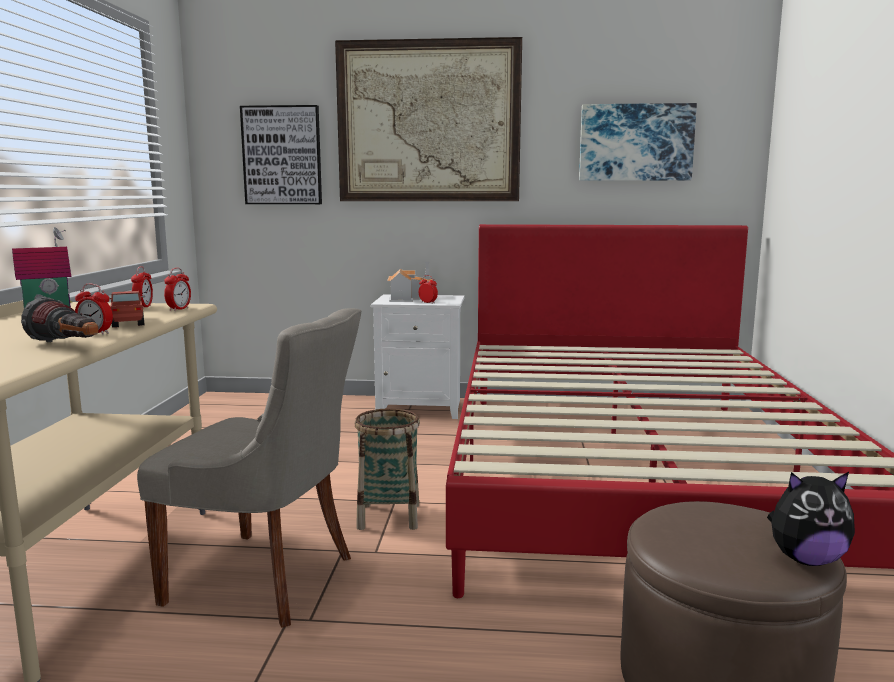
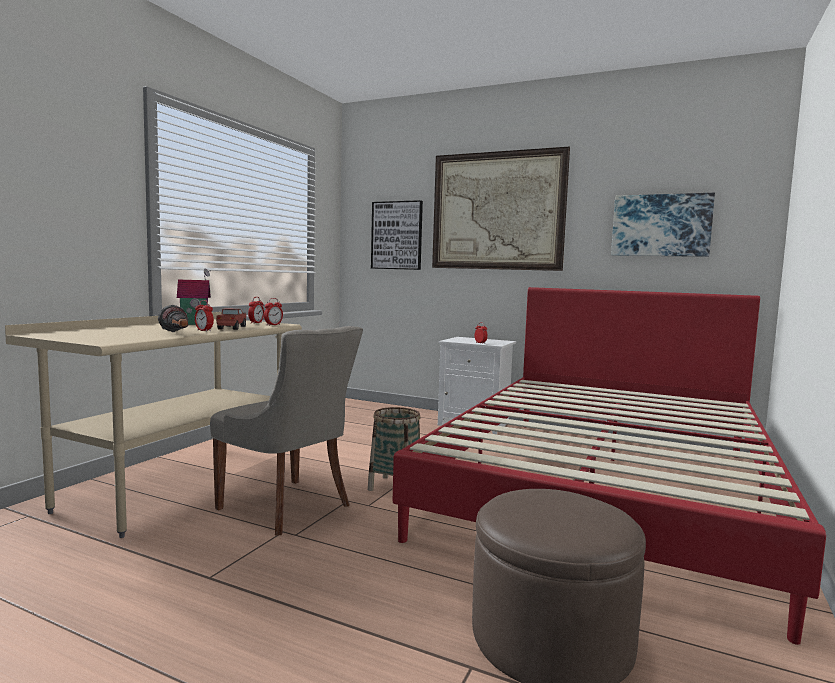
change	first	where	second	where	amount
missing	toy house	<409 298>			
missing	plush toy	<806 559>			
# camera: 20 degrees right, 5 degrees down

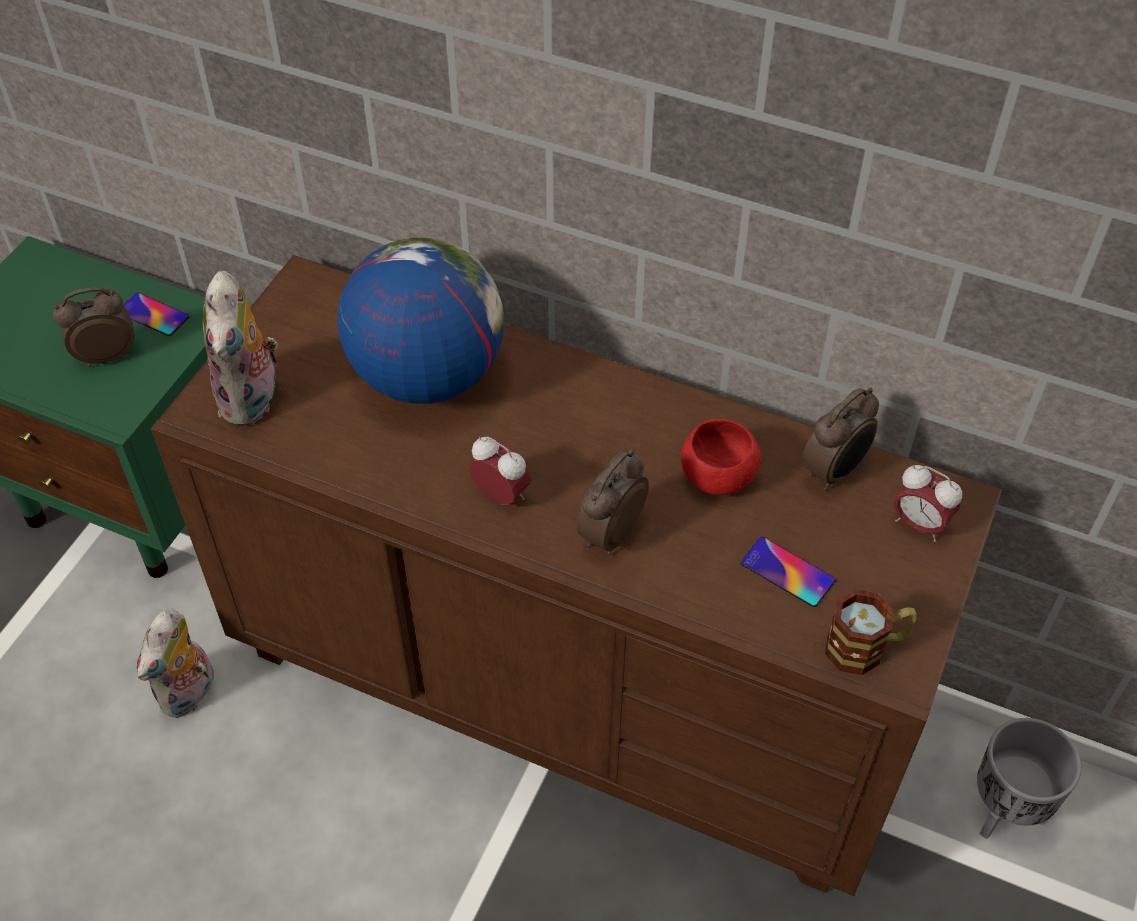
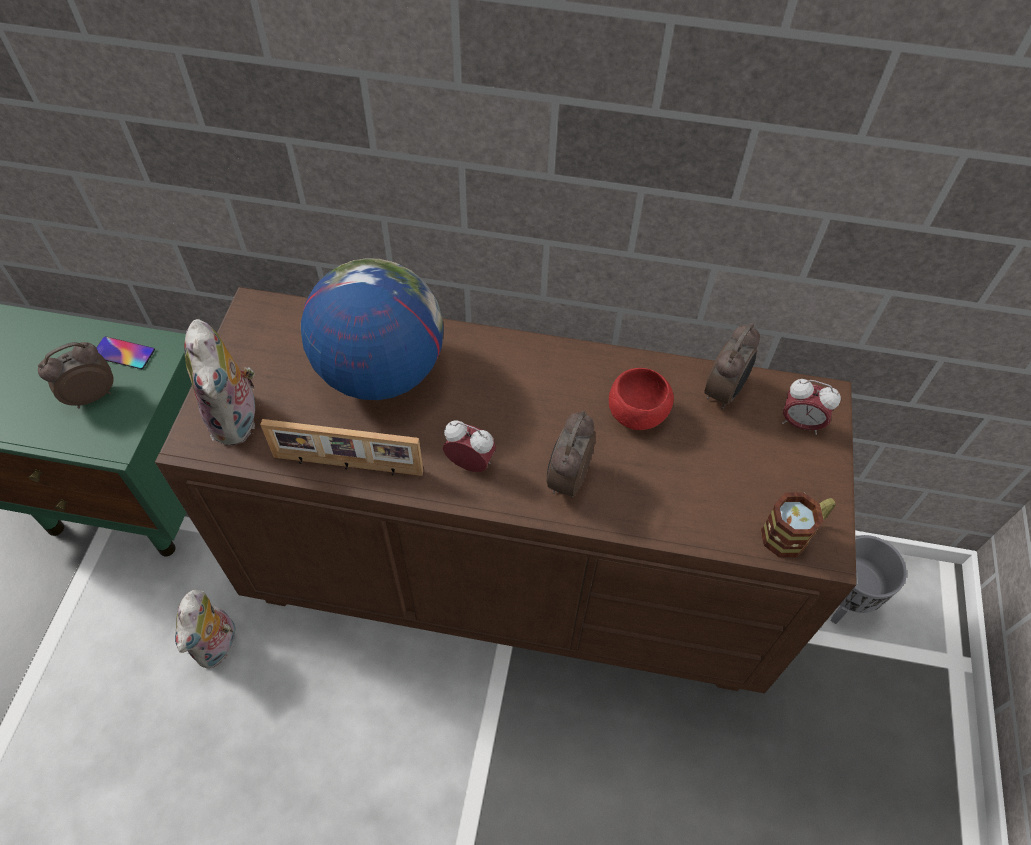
change	first	where	second	where	amount
appeared			picture frame	<347 466>	
missing	phone	<787 572>			
# camera: 15 degrees left, 5 degrees up

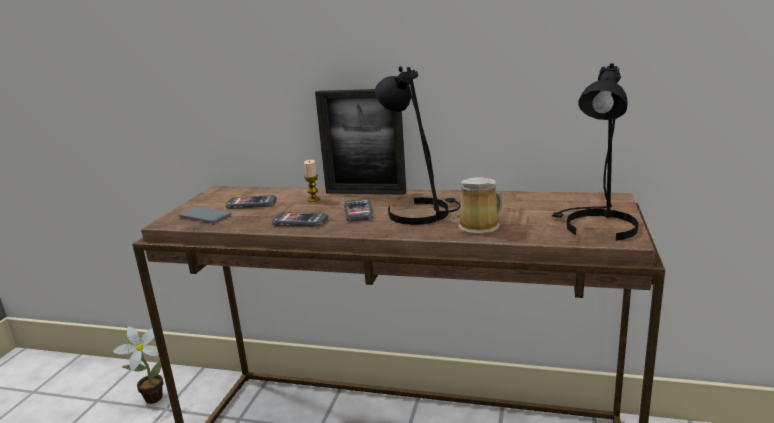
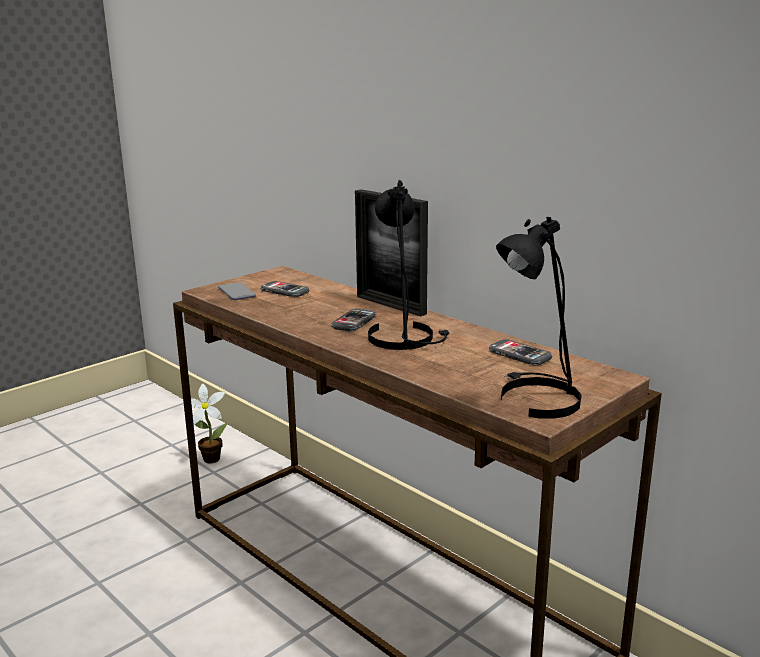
change	first	where	second	where	amount
relocated	phone	<300 221>		<519 354>	
missing	candle	<313 199>			
missing	mug	<481 226>			
# camera: 30 degrees right, 0 degrees up

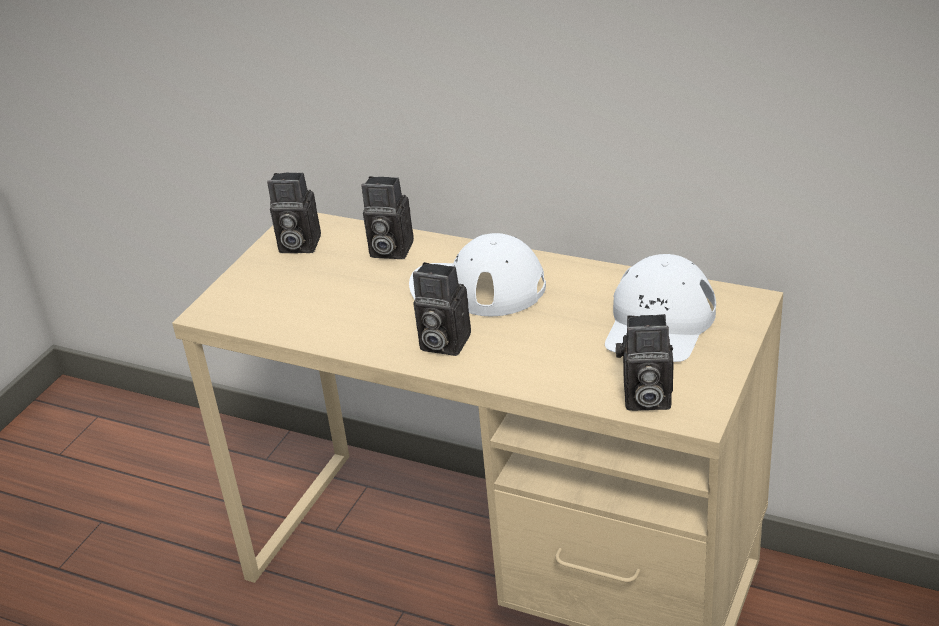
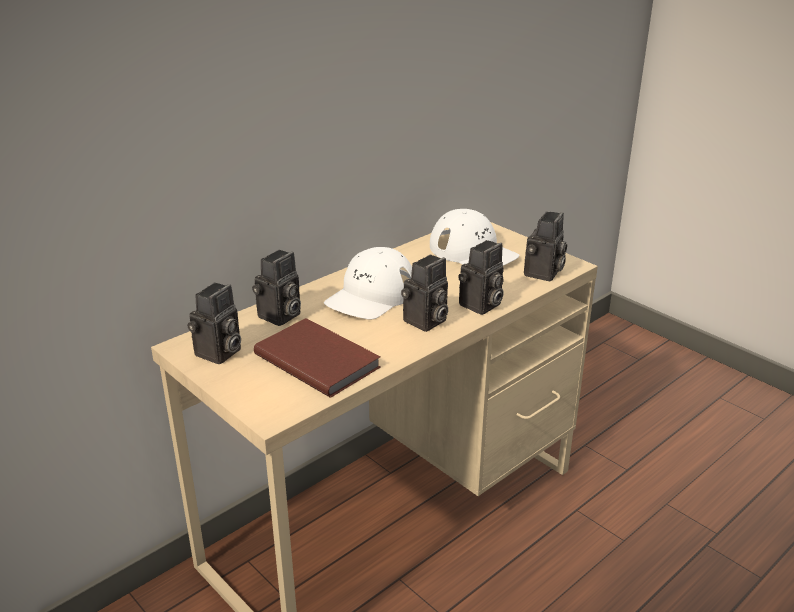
change	first	where	second	where	amount
appeared			brown book	<318 359>	
appeared			photo camera	<480 306>	
# camera: 70 degrees left, 5 degrees down

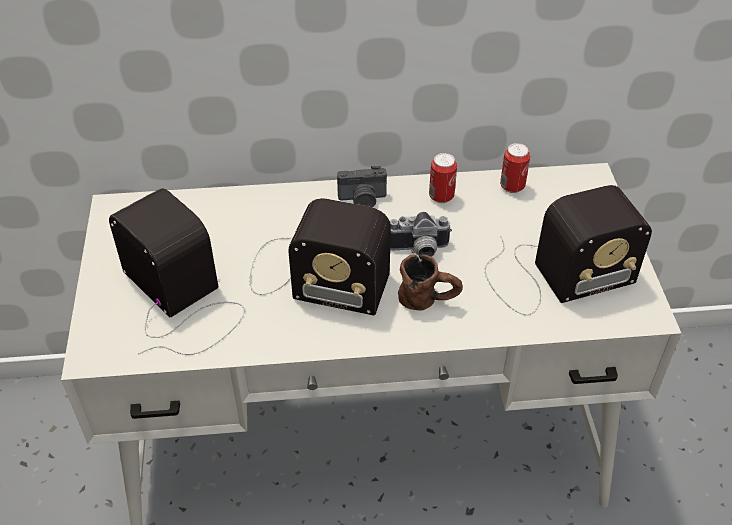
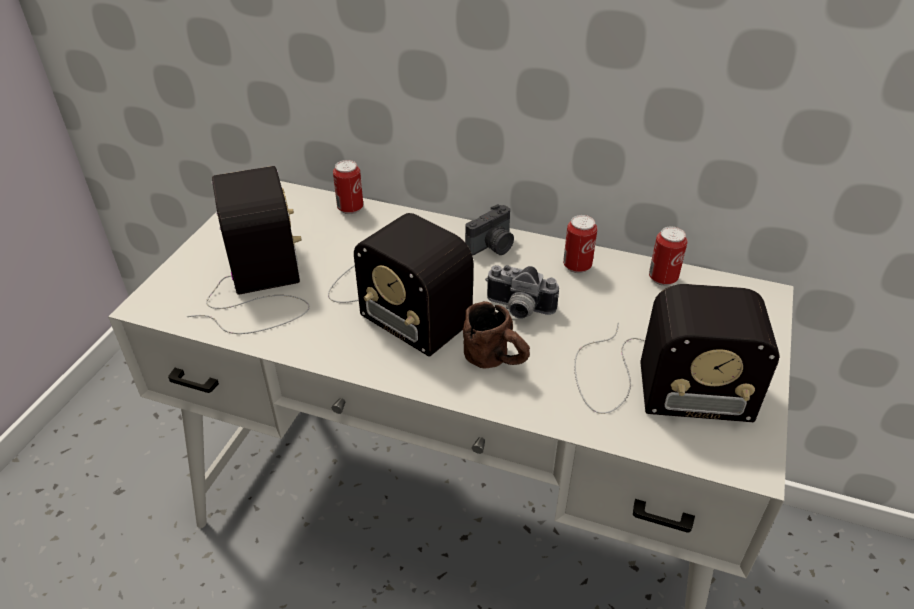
change	first	where	second	where	amount
appeared			can	<350 208>	
spun	photo camera	<362 200>		<492 247>	60 degrees counterclockwise
# camera: 25 degrees right, 5 degrees down

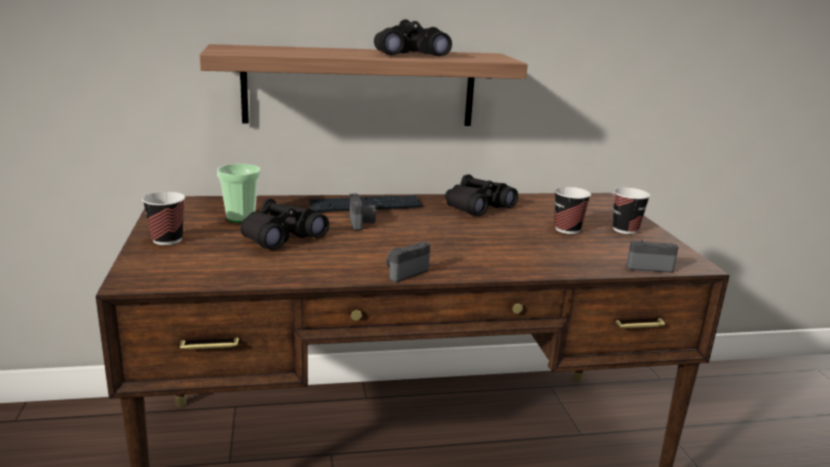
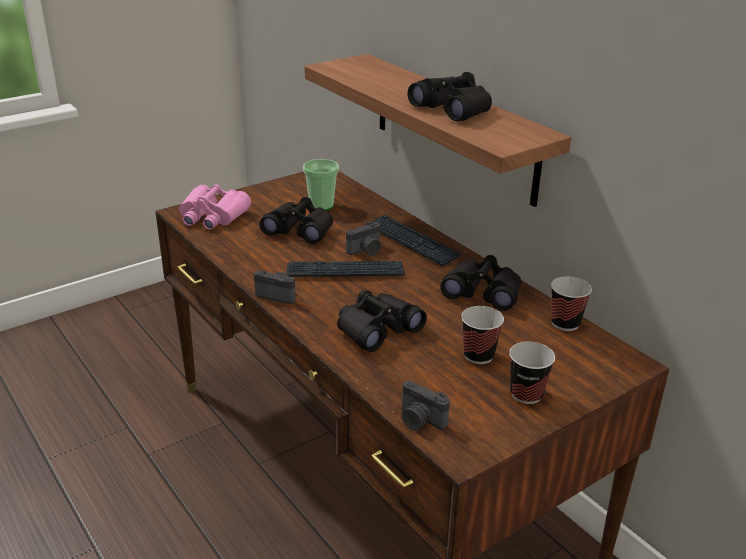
change	first	where	second	where	amount
appeared			pink binoculars	<212 216>	
appeared			keyboard	<345 271>	
appeared			black binoculars	<377 329>	
spun	photo camera	<647 266>		<419 421>	150 degrees clockwise
relocated	cup	<167 240>		<565 323>	
# camera: 65 degrees right, 10 degrees up

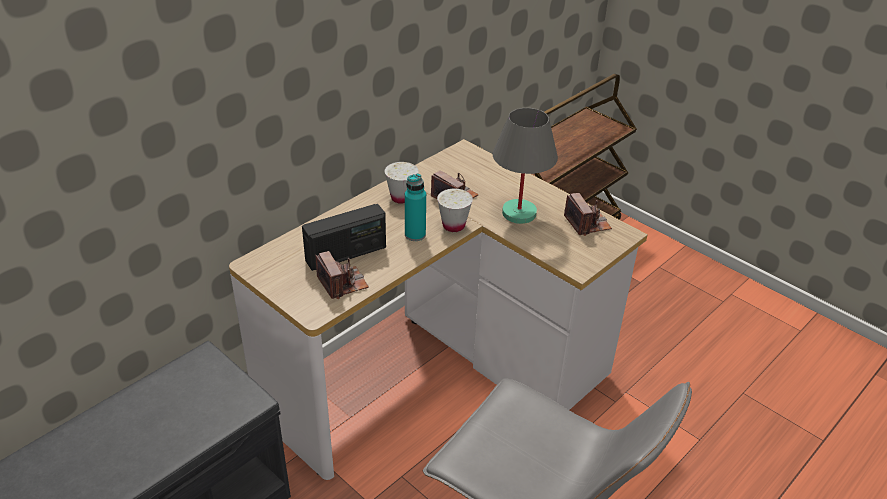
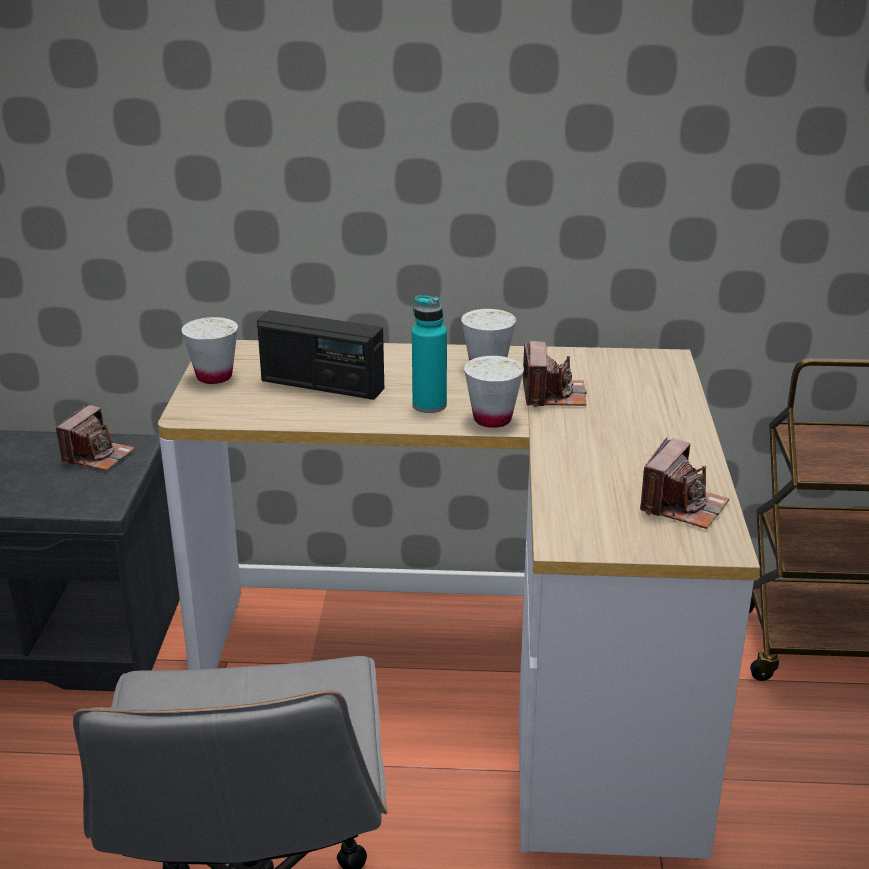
change	first	where	second	where	amount
relocated	photo camera	<342 283>		<98 456>	
appeared			white cup	<214 376>	
missing	grey table lamp	<520 213>			
# camera: 50 degrees right, 10 degrees down

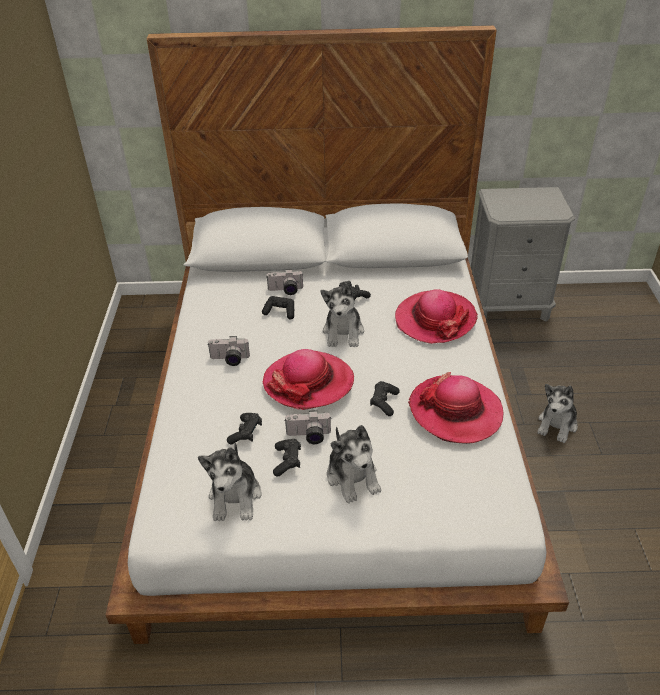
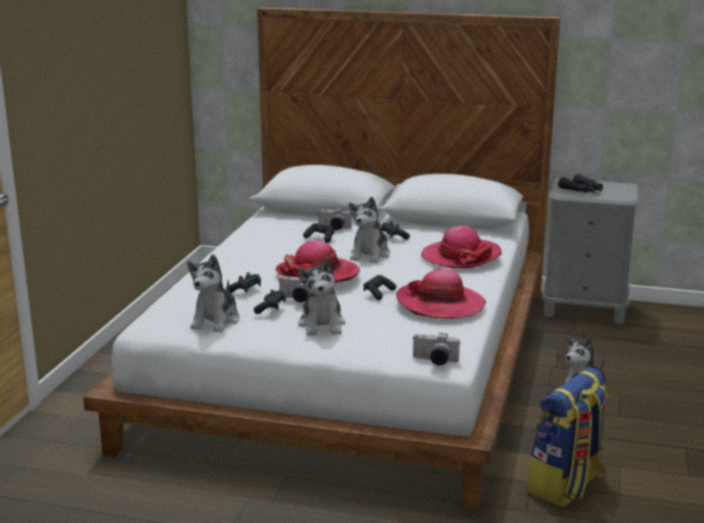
change	first	where	second	where	amount
relocated	photo camera	<229 360>		<434 361>	
appeared			backpack	<566 485>	
appeared			black binoculars	<582 191>	
# camera: 15 degrees right, 20 degrees down

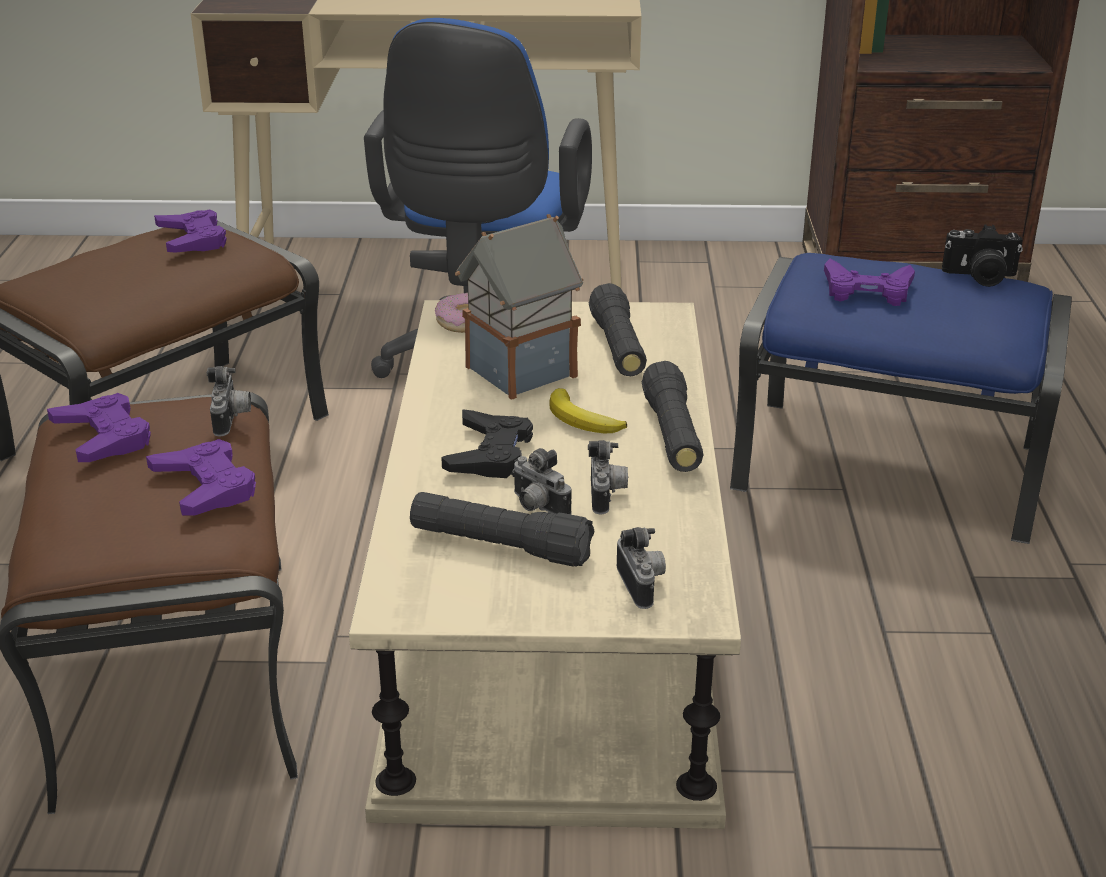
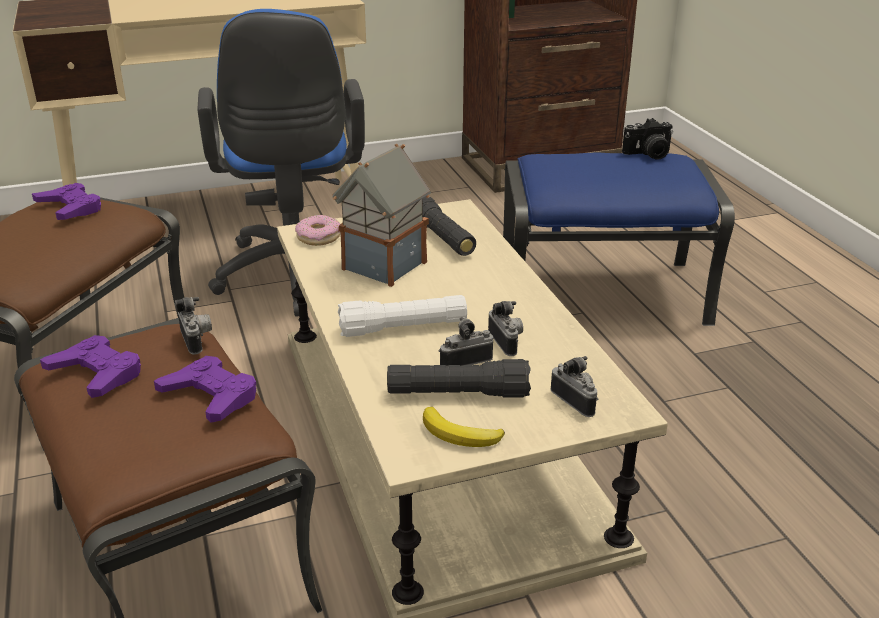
change	first	where	second	where	amount
exchanged	black game controller	<490 454>	white flashlight	<403 328>	
relocated	banana	<582 420>		<460 435>	
spun	photo camera	<537 507>		<464 360>	135 degrees clockwise
missing	black flashlight	<672 435>			
missing	purple game controller	<867 291>			
# camera: 20 degrees left, 0 degrees up

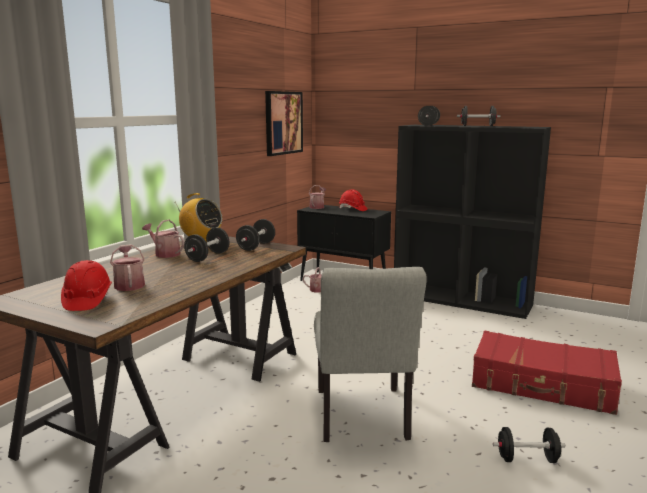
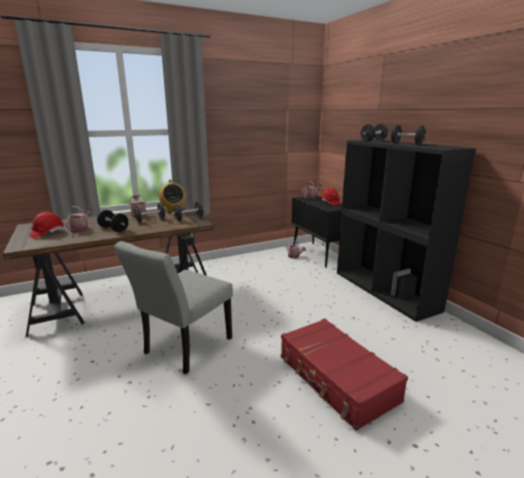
change	first	where	second	where	amount
relocated	black dumbbell	<527 459>		<114 229>	
missing	picture	<283 123>			
# camera: 35 degrees right, 5 degrees up

